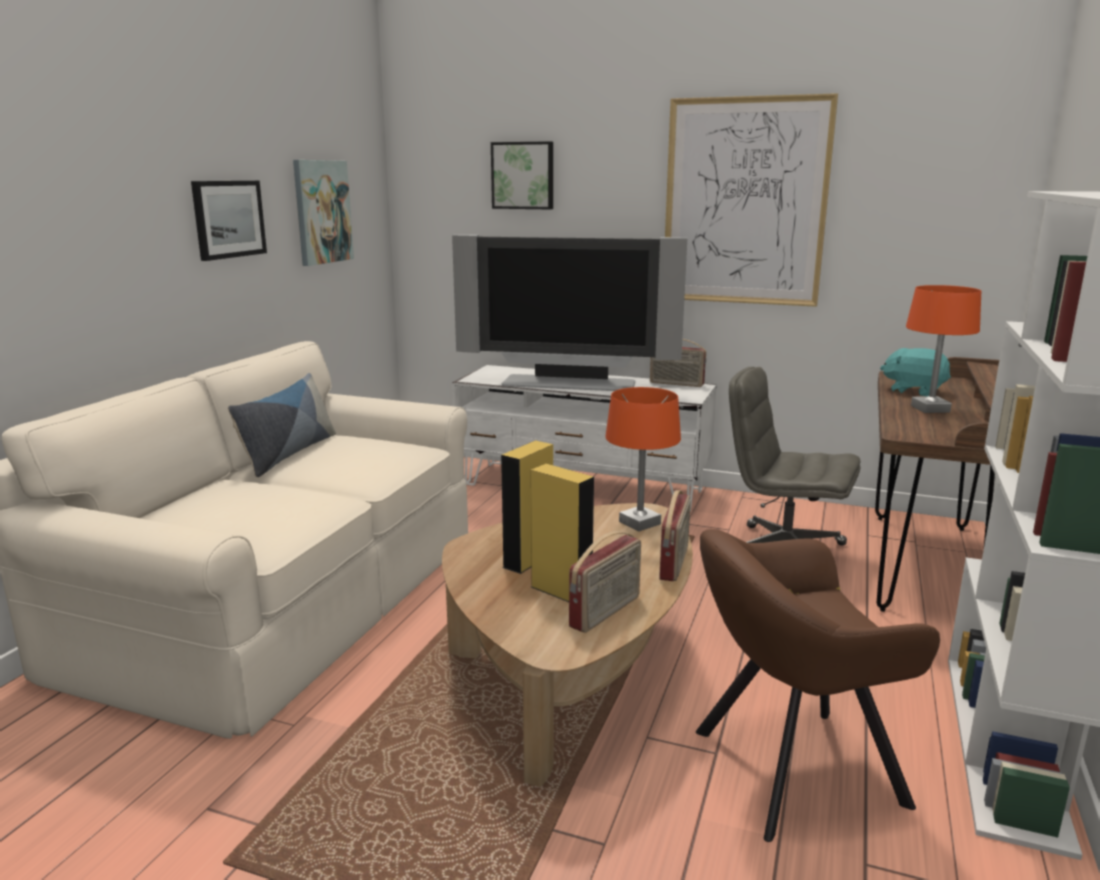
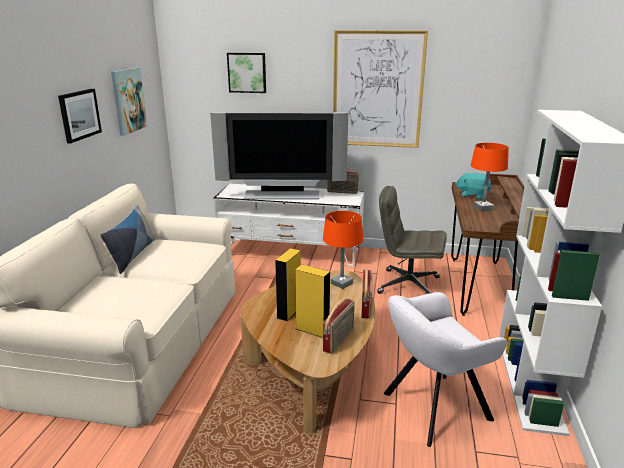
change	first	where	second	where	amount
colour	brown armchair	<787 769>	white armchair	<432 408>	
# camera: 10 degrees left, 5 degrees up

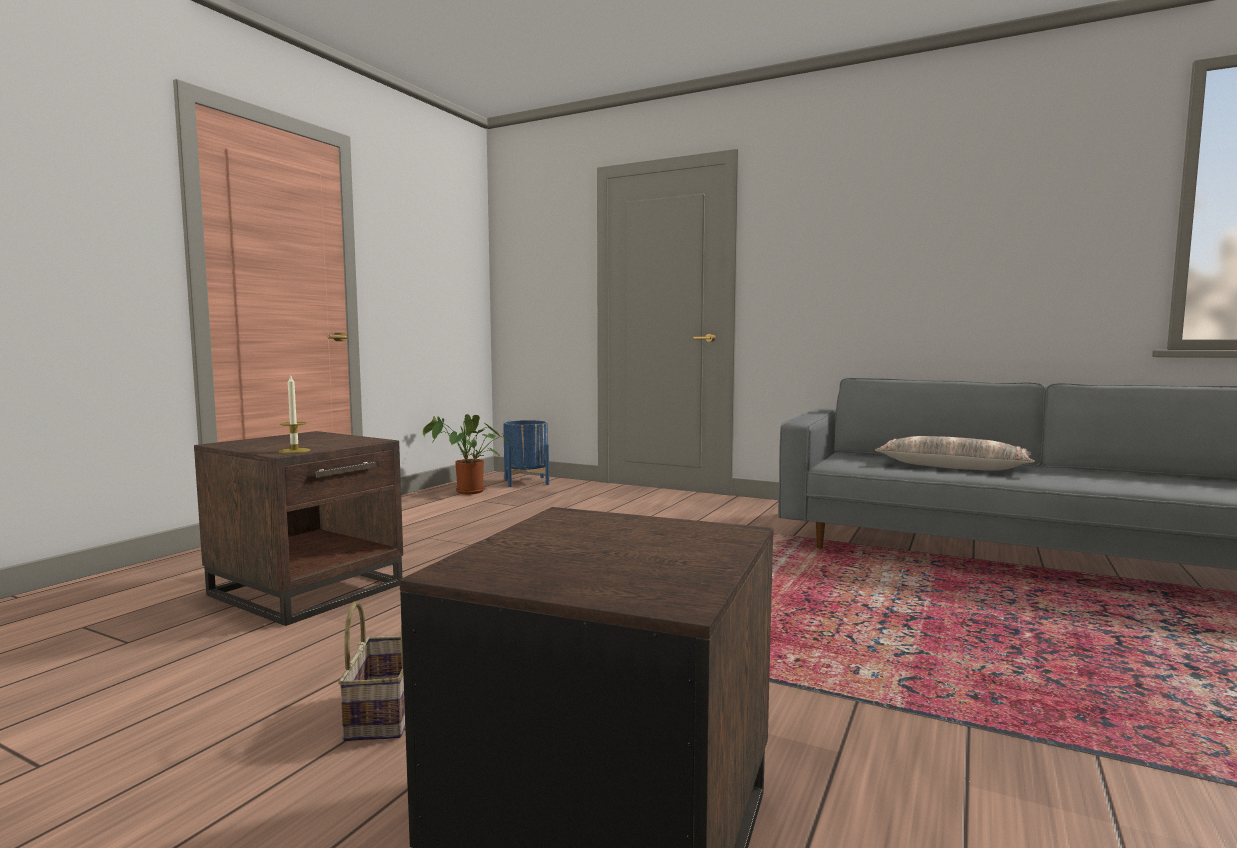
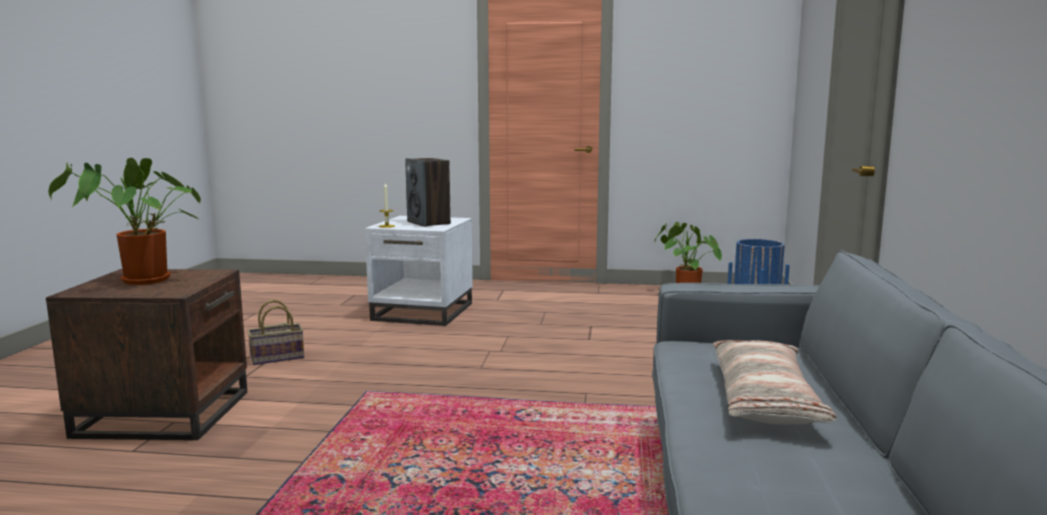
change	first	where	second	where	amount
appeared			potted plant	<142 281>	
colour	brown side table	<308 589>	white side table	<424 312>	
appeared			speaker	<429 223>	
# camera: 70 degrees right, 5 degrees up

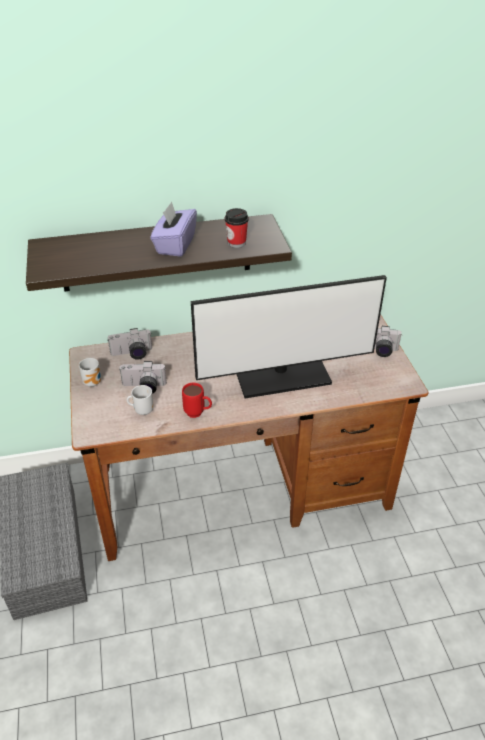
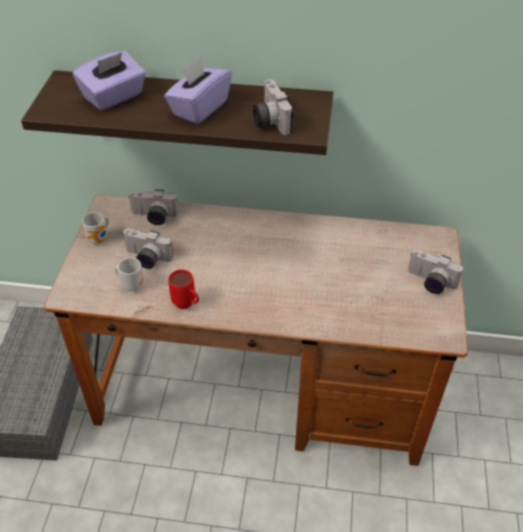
change	first	where	second	where	amount
appeared			purple tissue box	<114 97>	
exchanged	cup	<236 243>	photo camera	<269 120>	
missing	monitor	<283 377>			
# camera: 20 degrees right, 5 degrees up

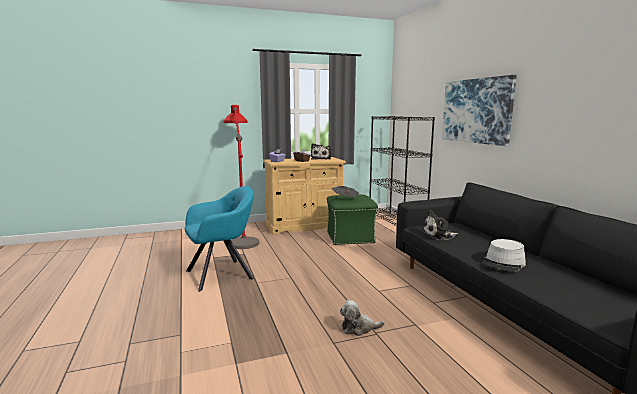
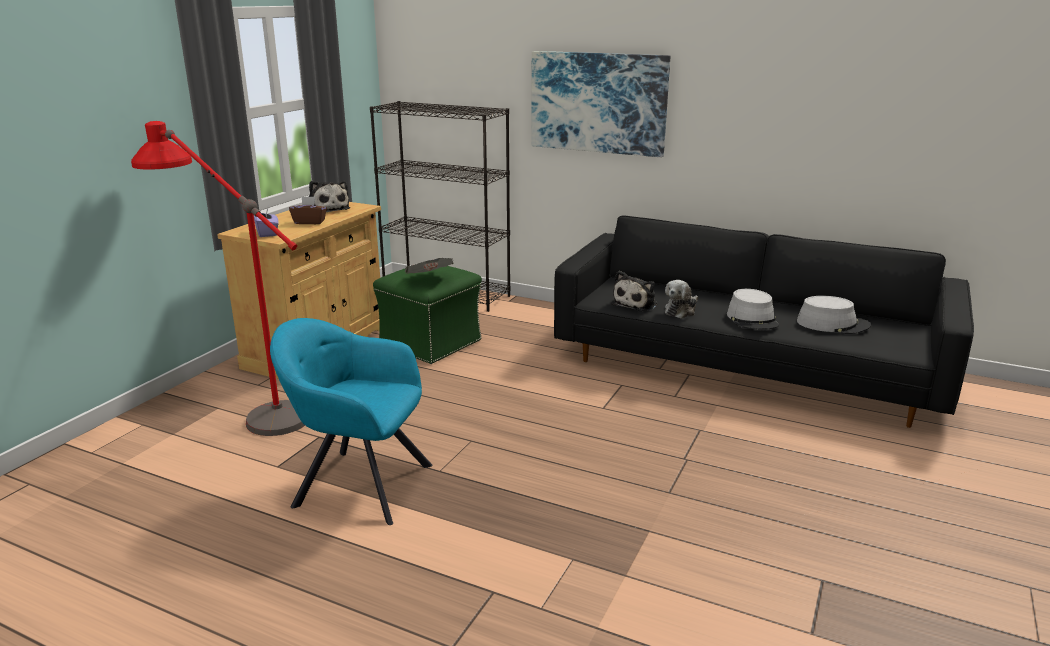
change	first	where	second	where	amount
spun	turquoise armchair	<222 274>		<358 484>	90 degrees counterclockwise
relocated	plush toy	<359 328>		<681 311>	
appeared			grey hat	<832 324>	
# camera: 45 degrees left, 10 degrees up

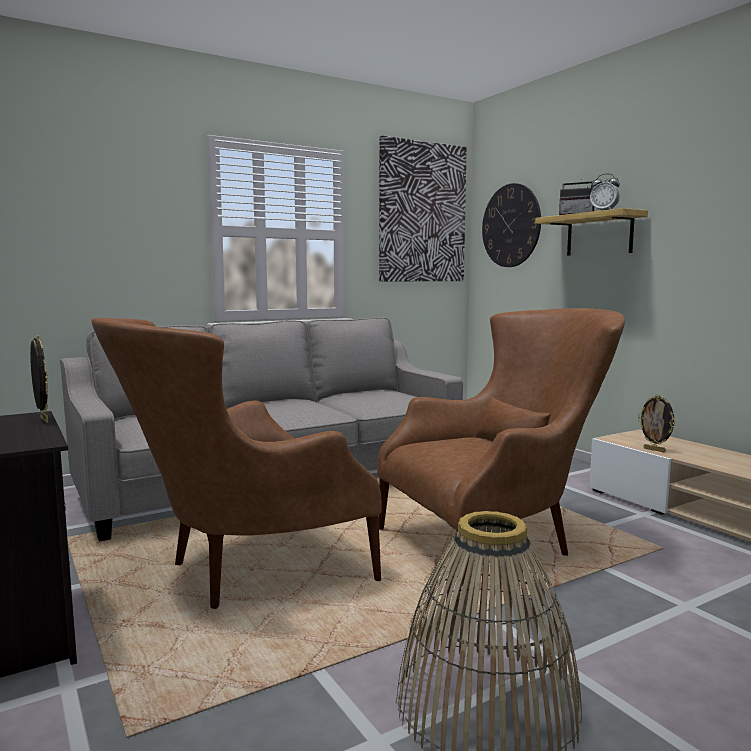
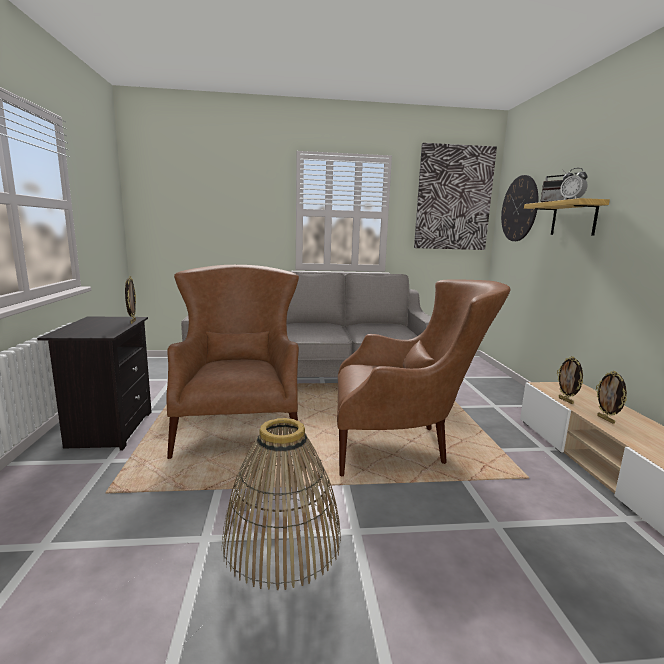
change	first	where	second	where	amount
spun	brown armchair	<242 572>		<239 424>	90 degrees clockwise
appeared			picture frame	<606 419>	
# camera: 25 degrees right, 5 degrees up

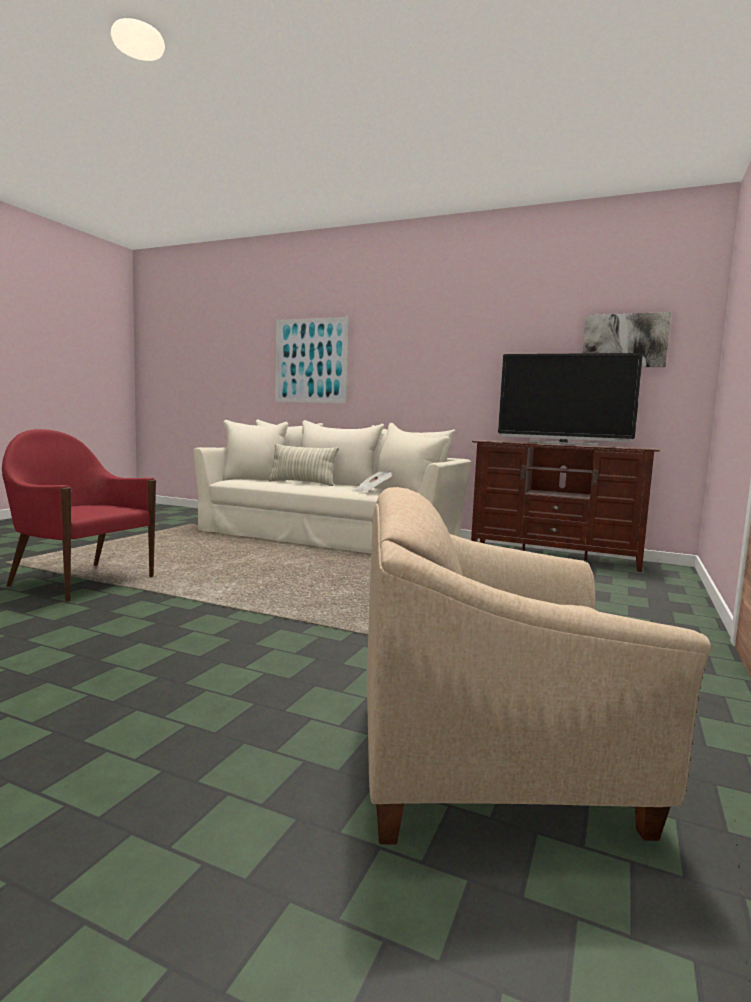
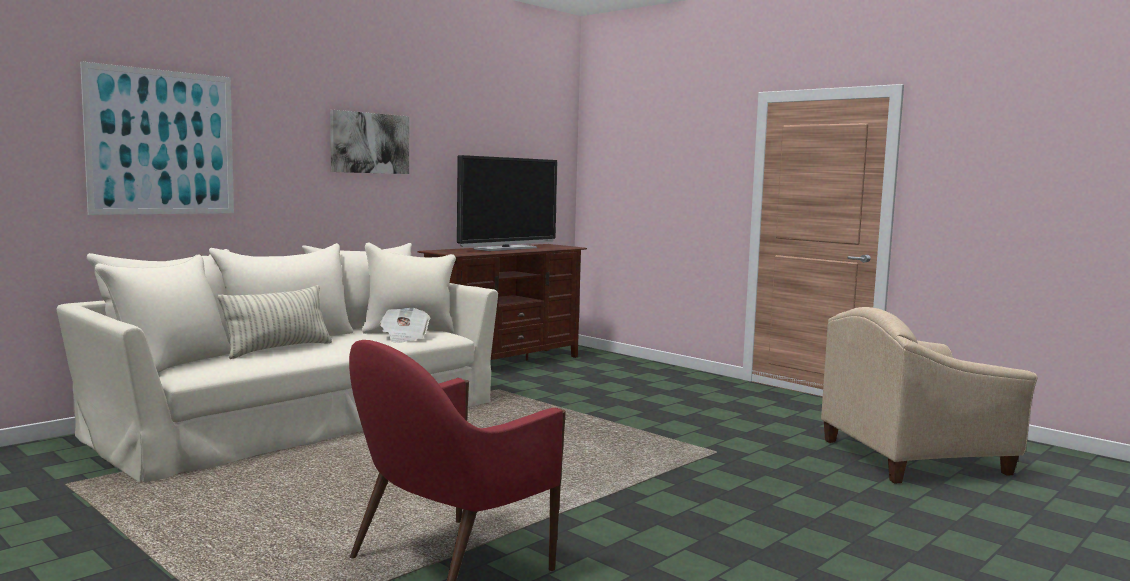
change	first	where	second	where	amount
relocated	picture	<624 341>		<369 143>	
spun	beige armchair	<491 764>		<915 458>	60 degrees clockwise
# camera: 70 degrees left, 0 degrees up

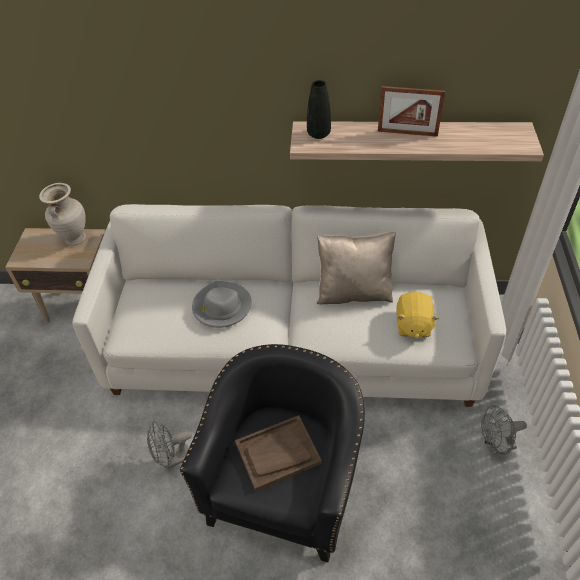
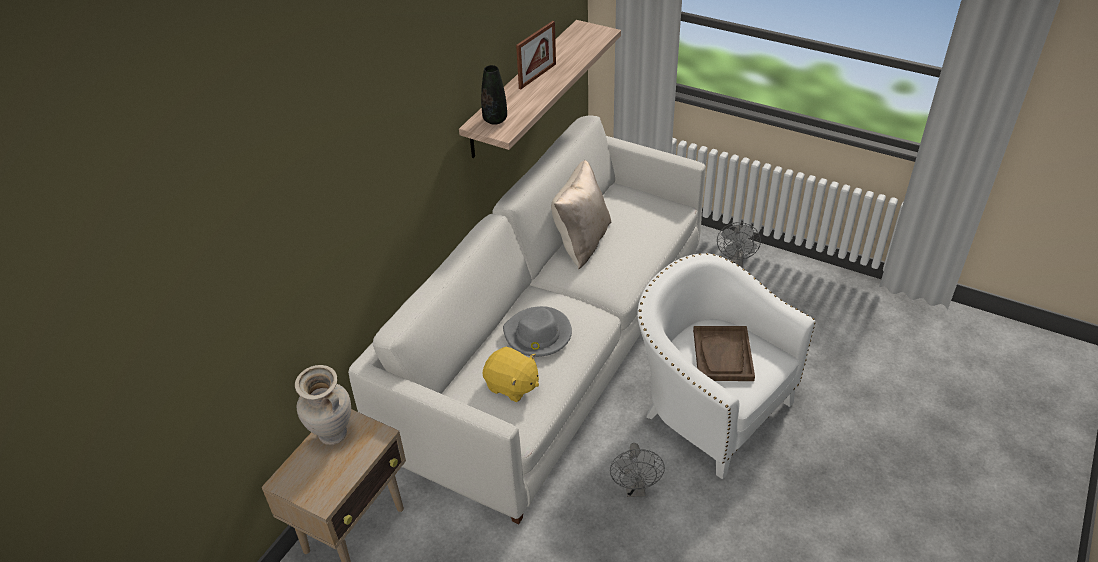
change	first	where	second	where	amount
relocated	yellow plush toy	<413 325>		<512 386>	
colour	black armchair	<285 487>	white armchair	<709 409>	
# camera: 65 degrees left, 5 degrees down

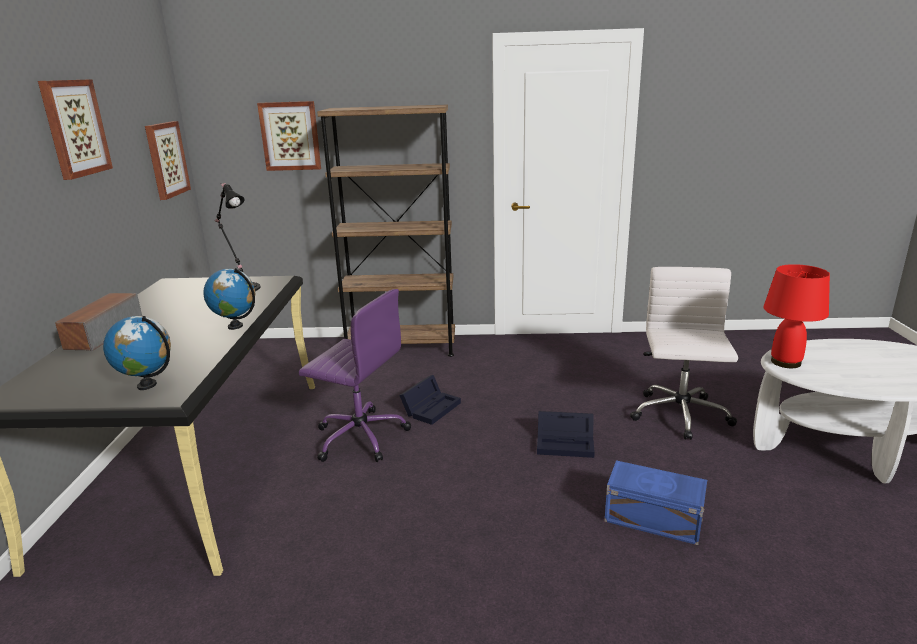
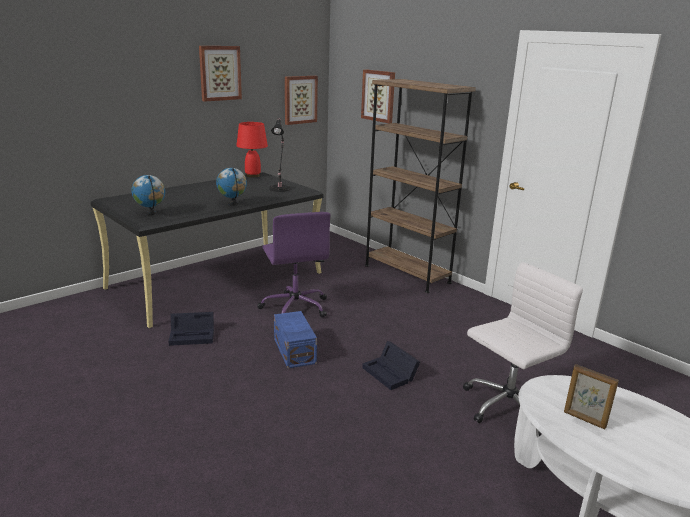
change	first	where	second	where	amount
relocated	black storage box	<431 407>		<193 335>	
relocated	red table lamp	<785 362>		<252 175>	
relocated	blue storage box	<654 520>		<294 351>	
appeared			picture frame	<584 420>	
missing	speaker	<104 333>			
# camera: 45 degrees right, 0 degrees up

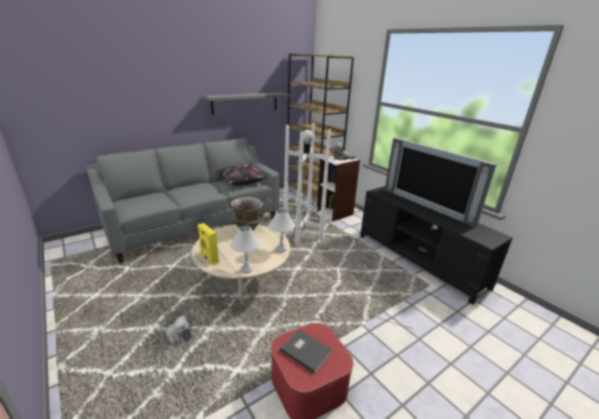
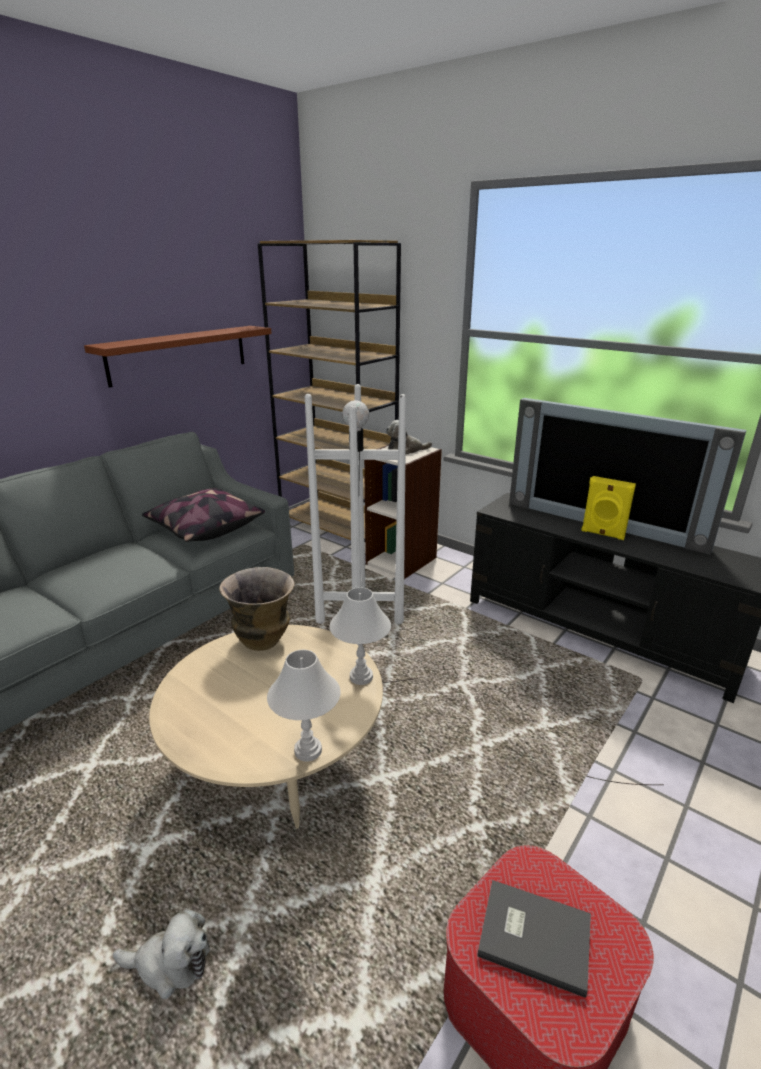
change	first	where	second	where	amount
colour	grey shelf	<245 103>	brown shelf	<179 354>	
relocated	yellow speaker	<209 258>		<602 534>	
# camera: 15 degrees left, 0 degrees up

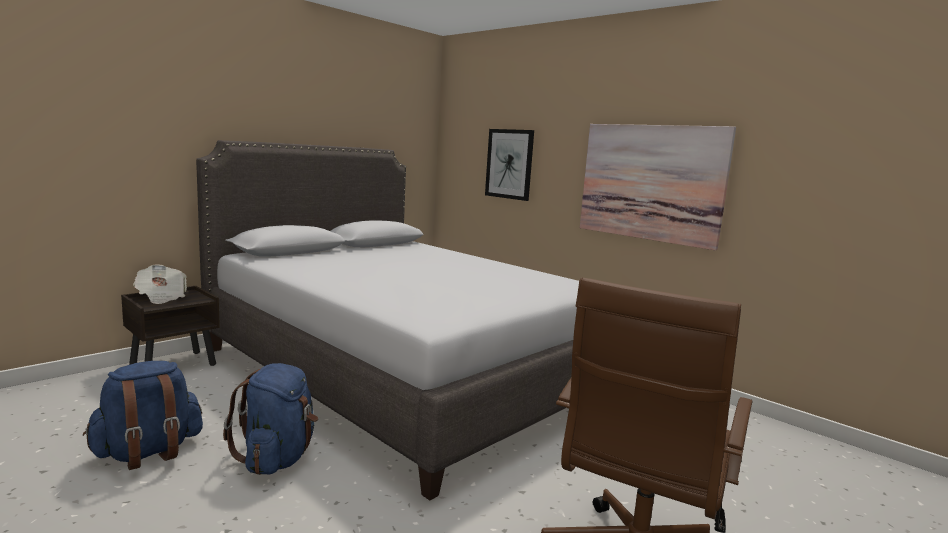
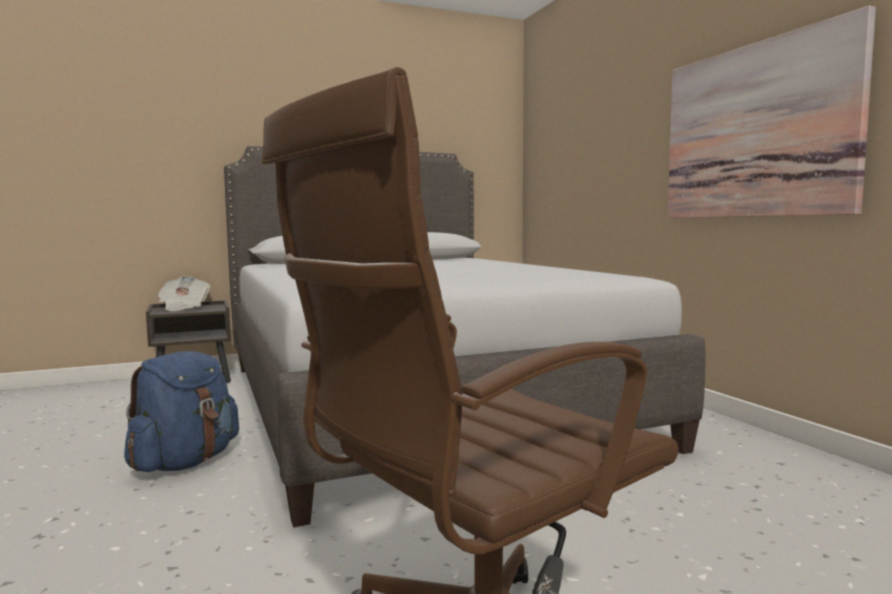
change	first	where	second	where	amount
missing	blue backpack	<148 452>			
missing	picture	<509 164>			
# camera: 25 degrees right, 5 degrees down

